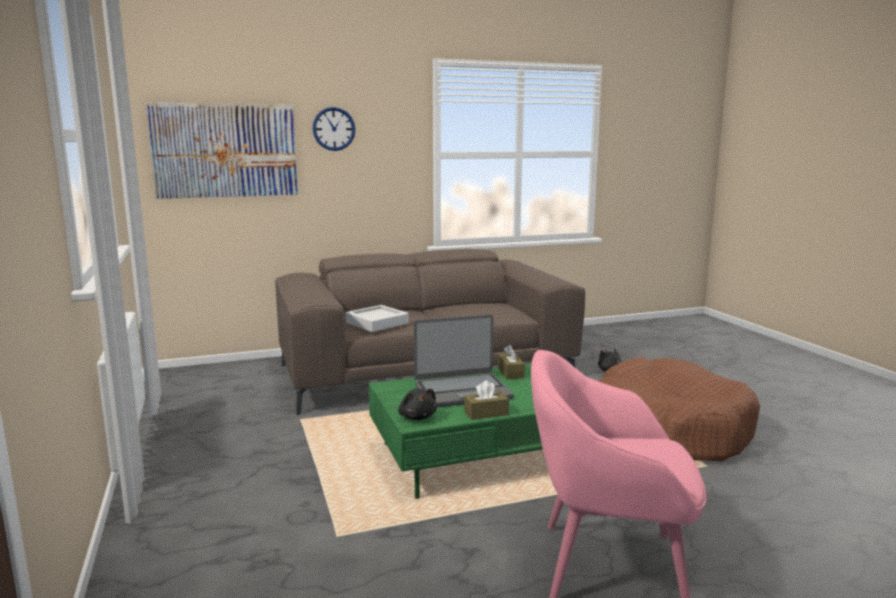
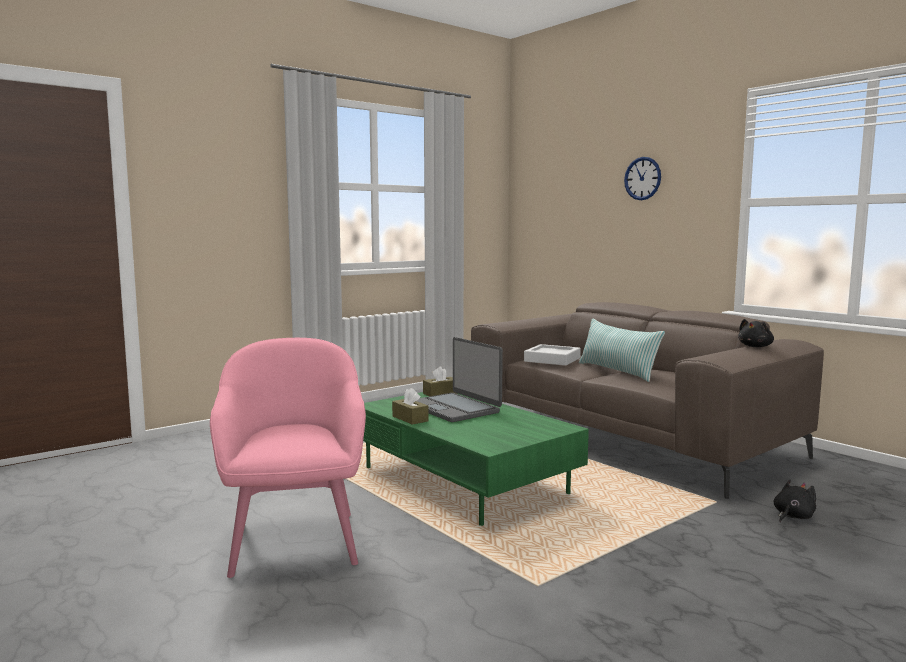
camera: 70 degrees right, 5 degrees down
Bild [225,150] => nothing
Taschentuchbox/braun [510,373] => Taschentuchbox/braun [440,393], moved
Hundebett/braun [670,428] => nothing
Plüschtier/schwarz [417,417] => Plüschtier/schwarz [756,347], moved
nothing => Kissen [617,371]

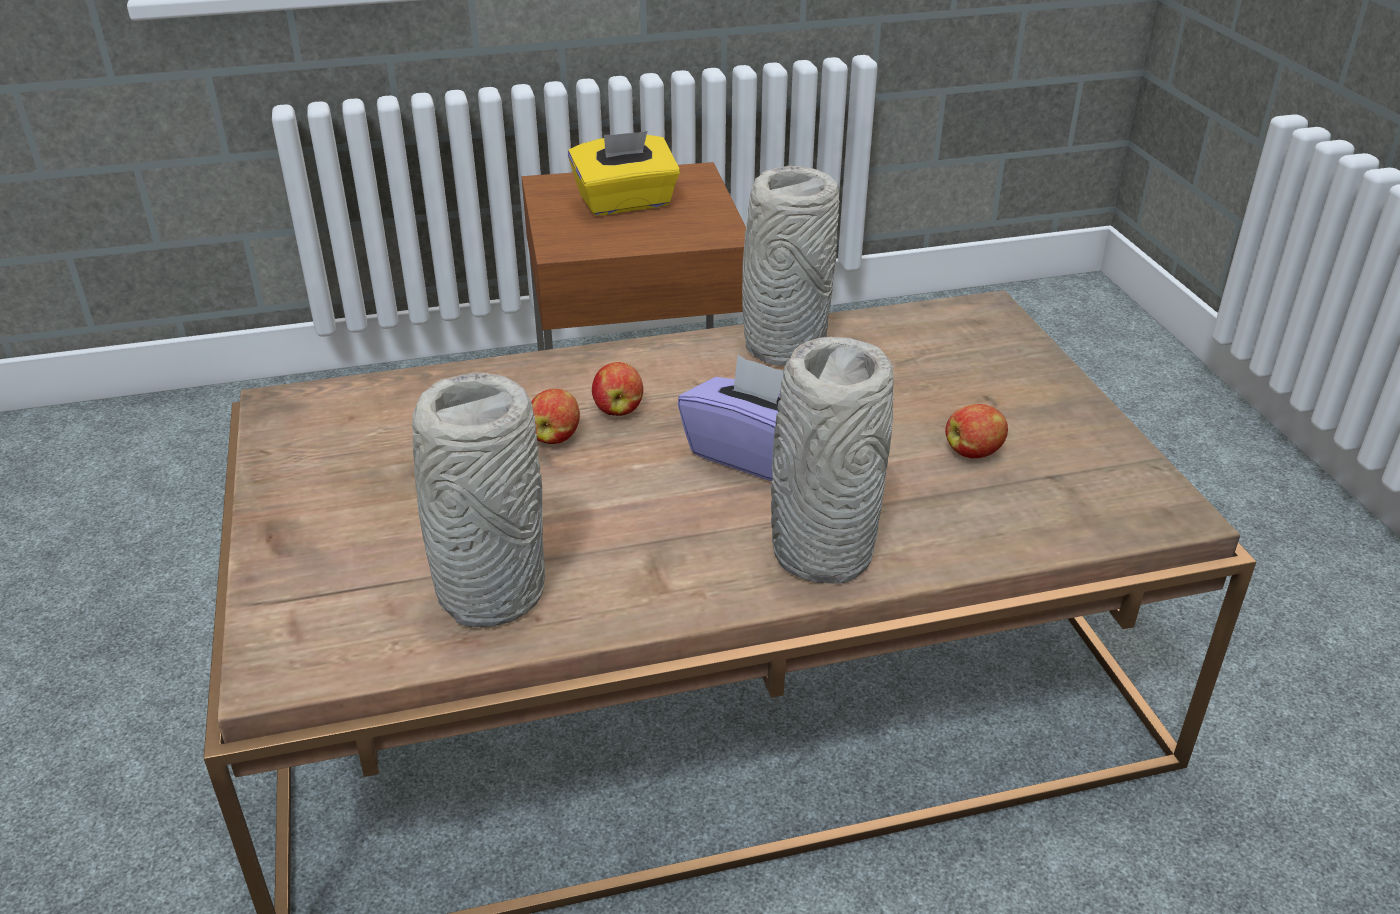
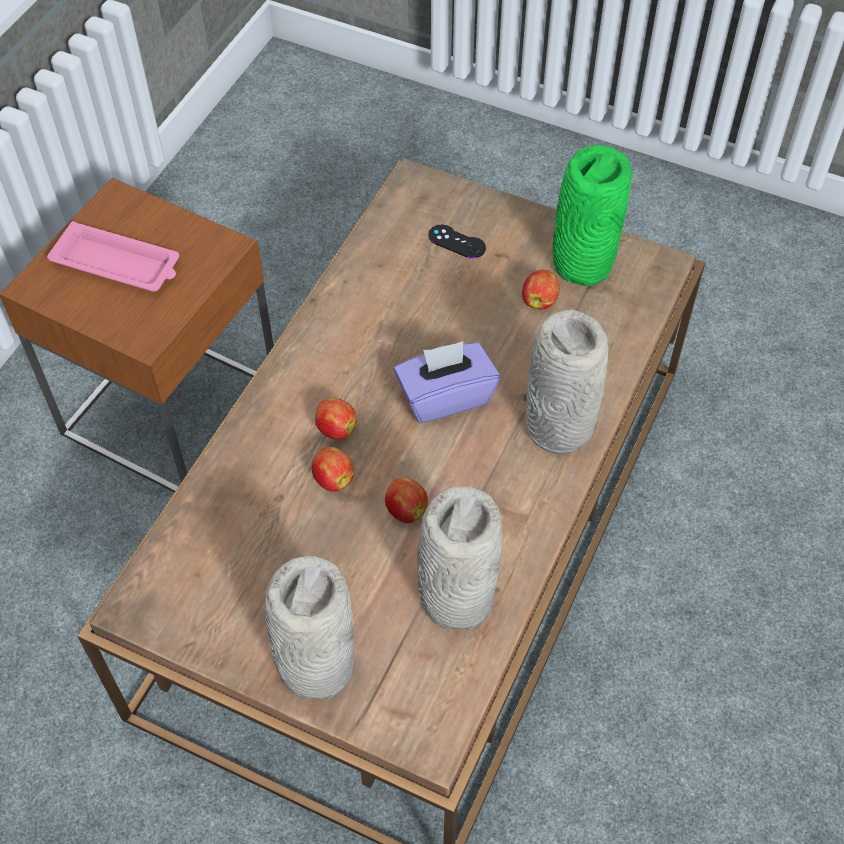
camera: 50 degrees left, 20 degrees up
Taschentuchbox/gelb [625,203] => Tablett/rosa [118,265]
Vase/grau [782,347] => Vase/grau [315,668], moved
nothing => Vase/grün [581,264]
nothing => Gamepad/schwarz [457,242]
nothing => Apfel [405,509]

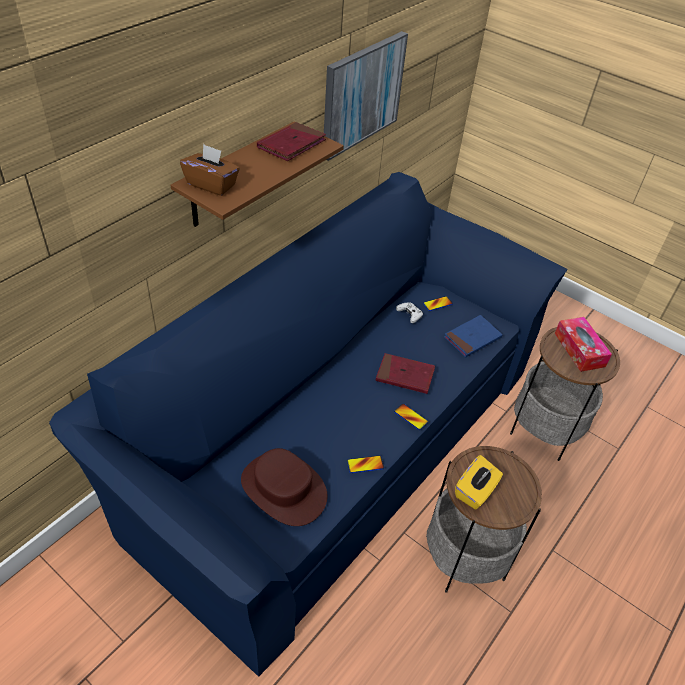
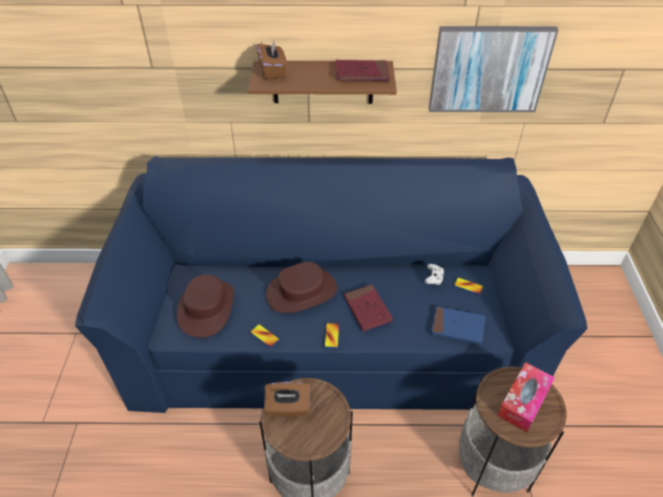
camera: 55 degrees right, 0 degrees up
Taschentuchbox/gelb [475,491] => Taschentuchbox/braun [288,407]
nothing => Hut/braun [301,292]

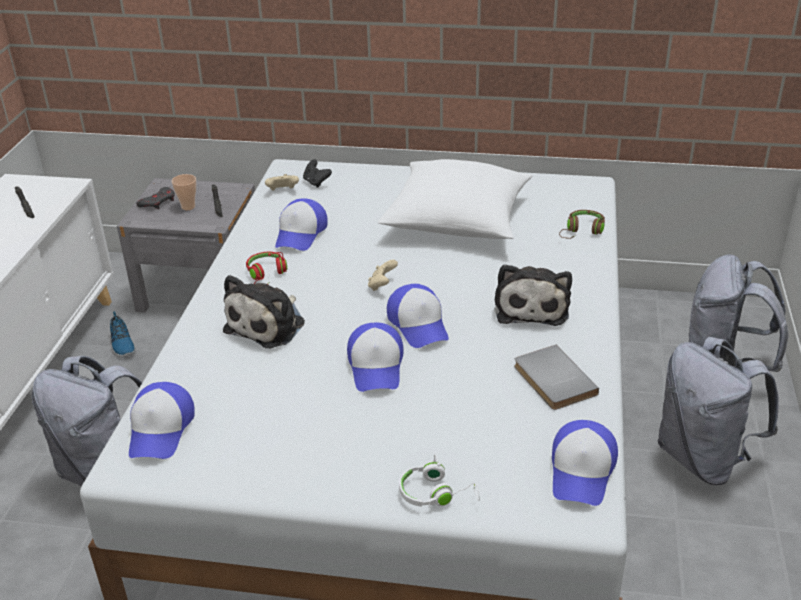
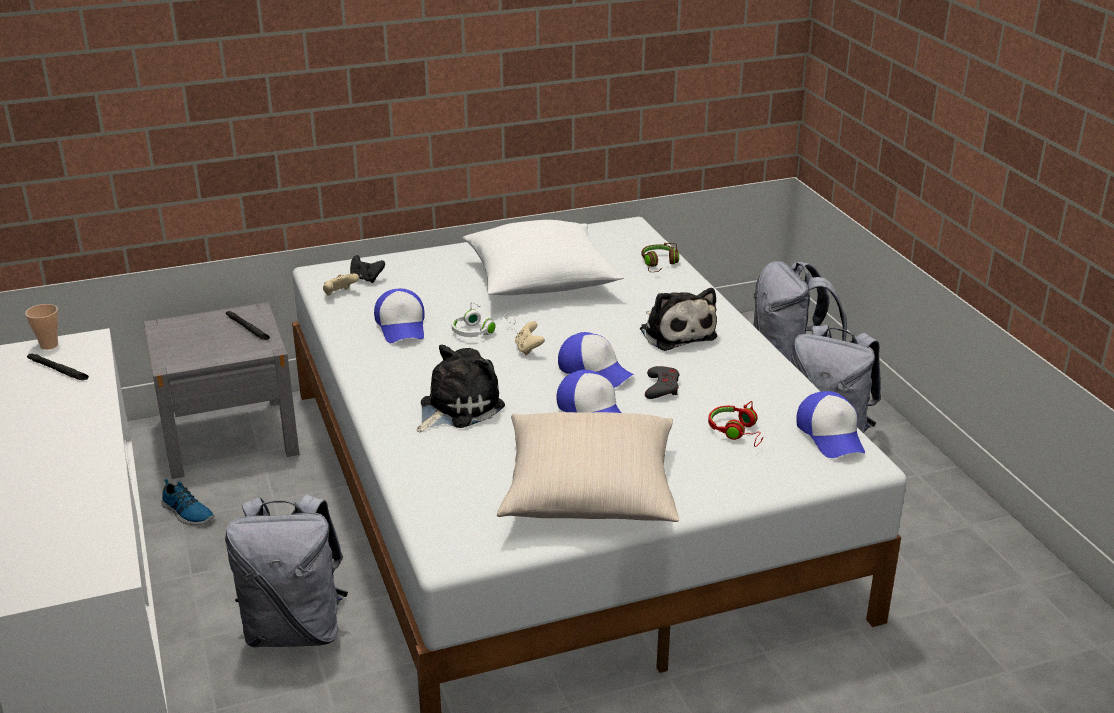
camera: 30 degrees left, 5 degrees down
Tasse [188,207] => Tasse [49,345], moved
Gamepad/grau [158,202] => Gamepad/grau [662,387], moved
Kopfhörer/rot [266,275] => Kopfhörer/rot [737,432], moved
Plüschtier [268,325] => Plüschtier [457,407], 135 degrees counterclockwise
Buch/grau [552,380] => nothing
Kappe [161,430] => nothing
Kopfhörer/weiß [436,493] => Kopfhörer/weiß [480,330], moved
nothing => Kissen/beige [589,492]

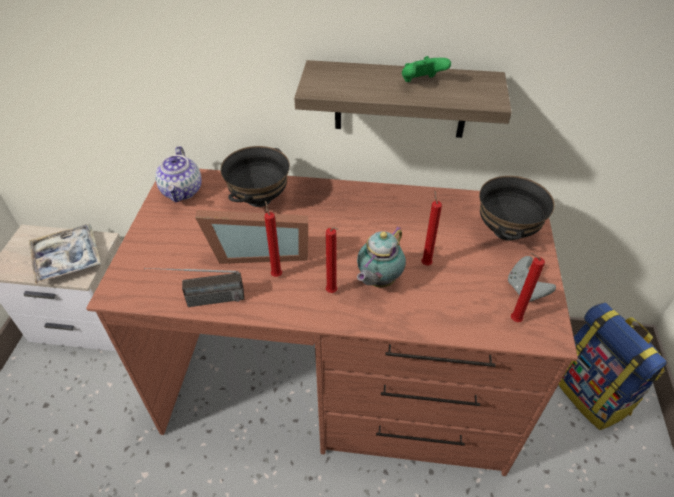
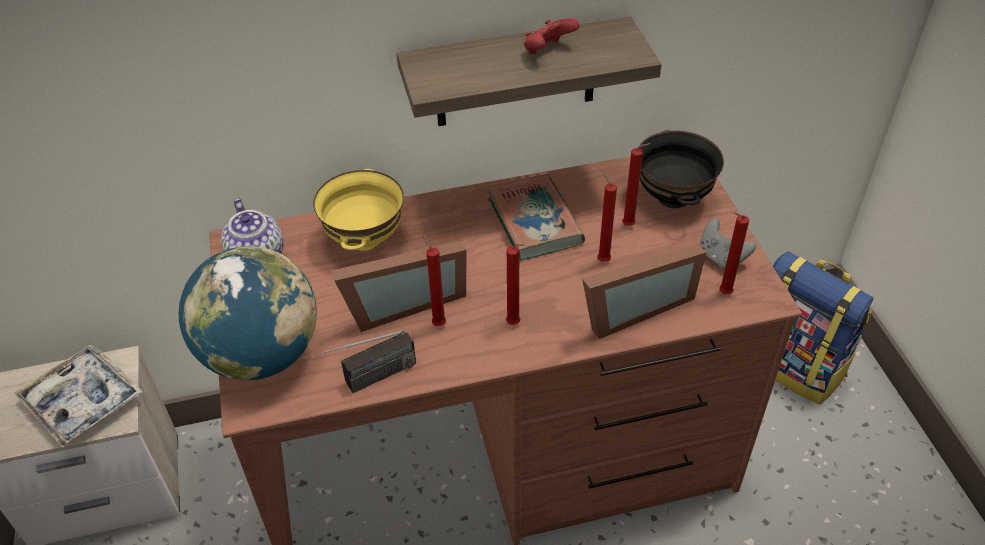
camera: 20 degrees left, 0 degrees up
Gamepad/grün [421,83] => Gamepad/rot [548,51]
Schüssel/schwarz [260,199] => Schüssel/gelb [365,239]
Teekanne [377,281] => nothing
nothing => Kerze/rot [630,225]
nothing => Buch [534,221]
nothing => Bilderrahmen [631,308]
nothing => Globus [261,354]

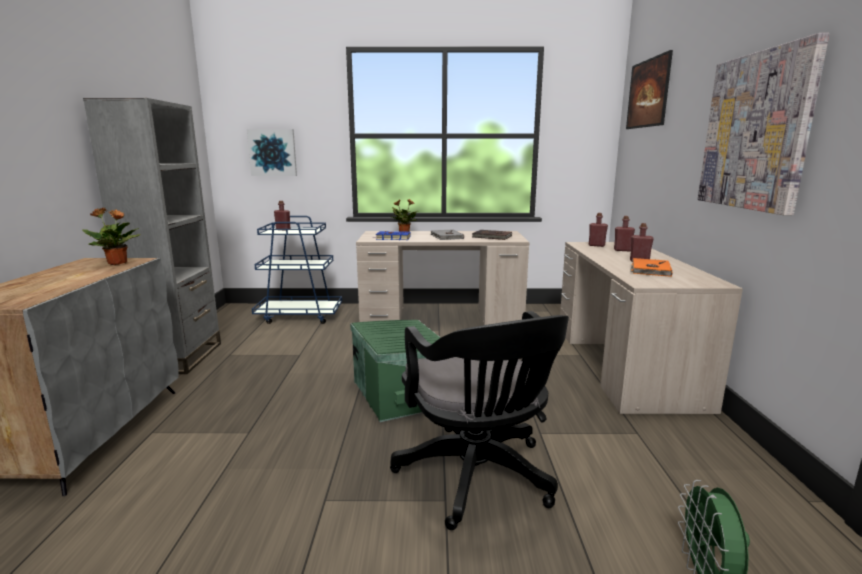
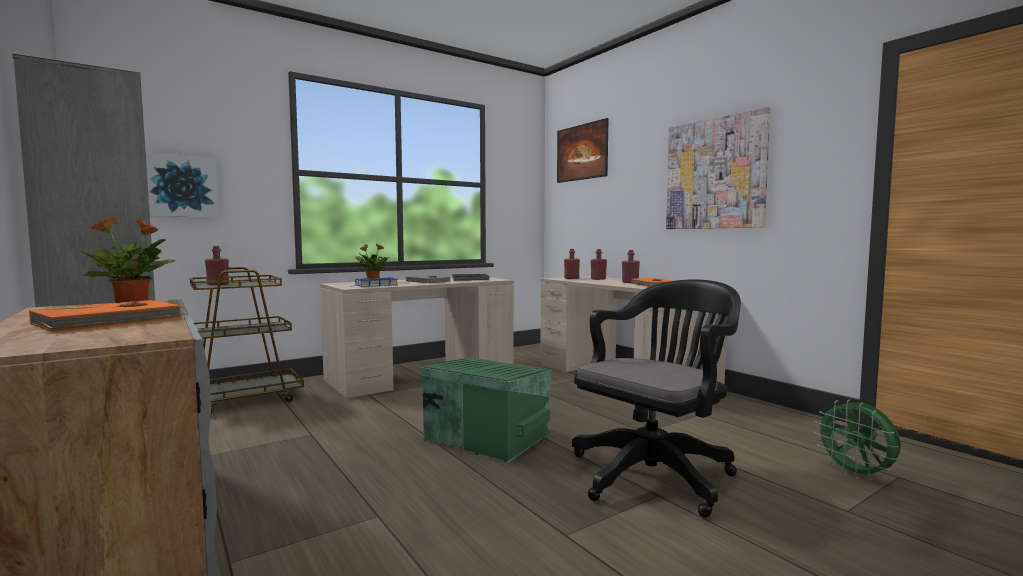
camera: 35 degrees left, 10 degrees down
Rollwagen/blau [300,316] => Rollwagen/braun [242,401]
Bürostuhl/schwarz [478,479] => Bürostuhl/schwarz [656,473], 75 degrees counterclockwise
nothing => Buch/orange [111,321]

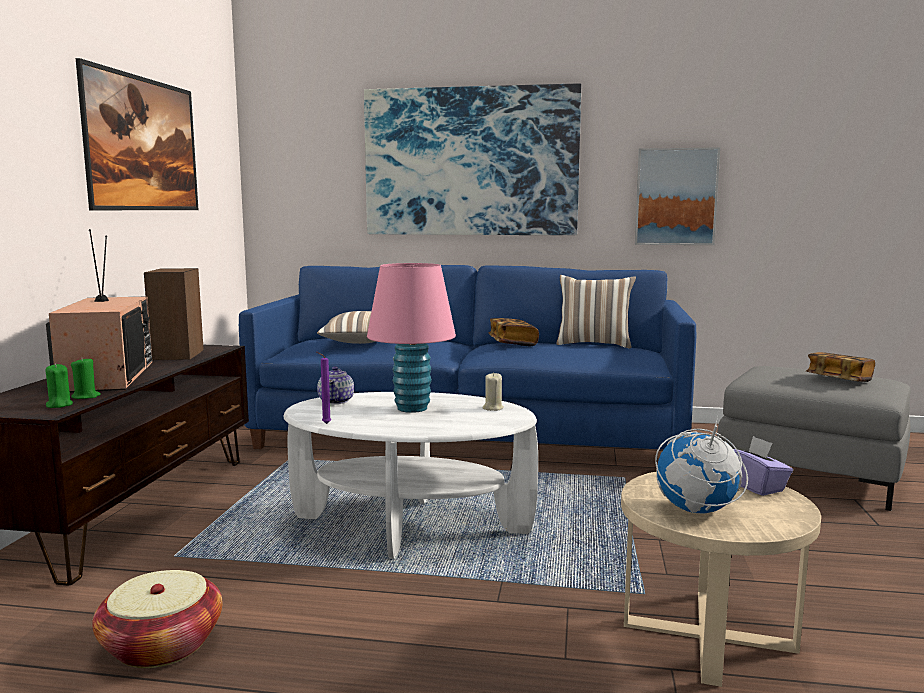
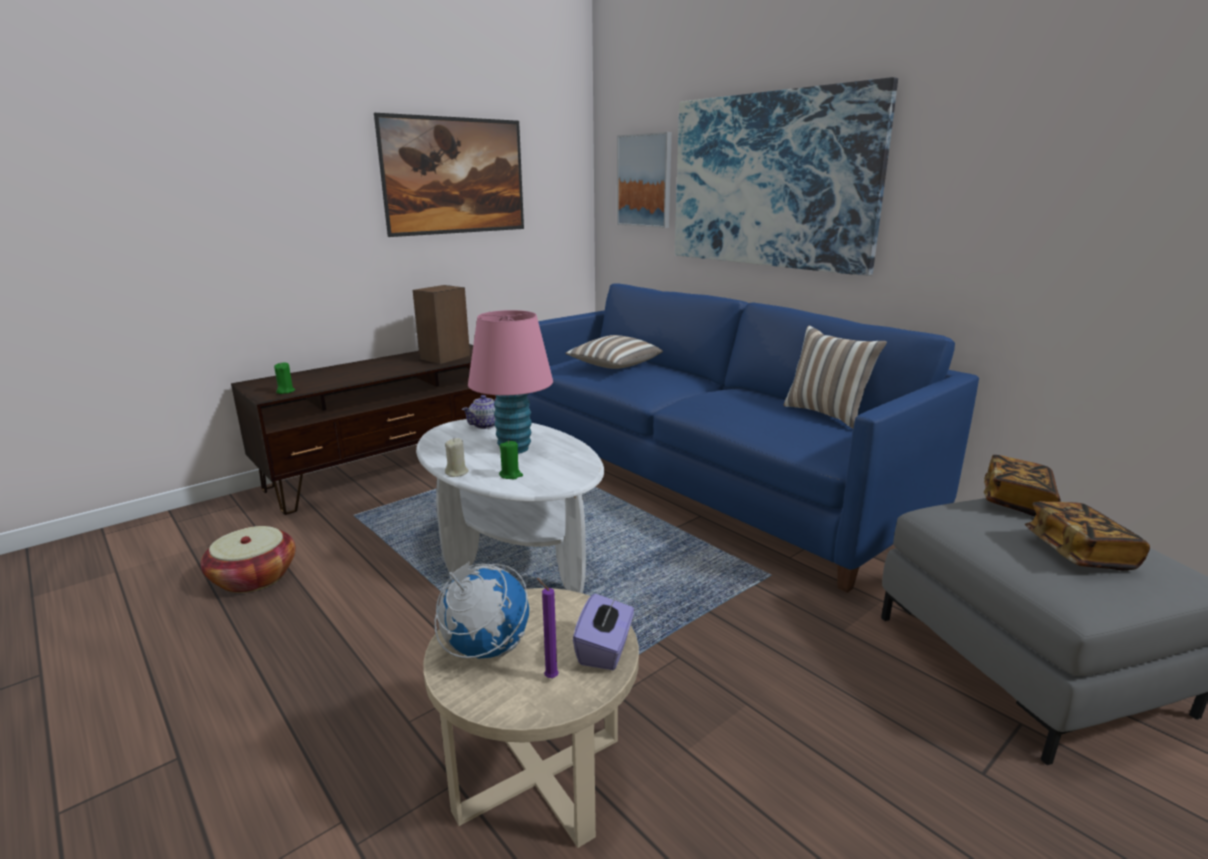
camera: 40 degrees right, 10 degrees up
Bild [676,197] => Bild [644,181], moved
Fernseher [106,376] => nothing
Buch [512,343] => Buch [1017,501], moved
Kerze/lila [325,424] => Kerze/lila [549,677], moved
Kerze/grün [86,396] => Kerze/grün [511,475], moved
Kerze/beige [492,408] => Kerze/beige [457,473], moved

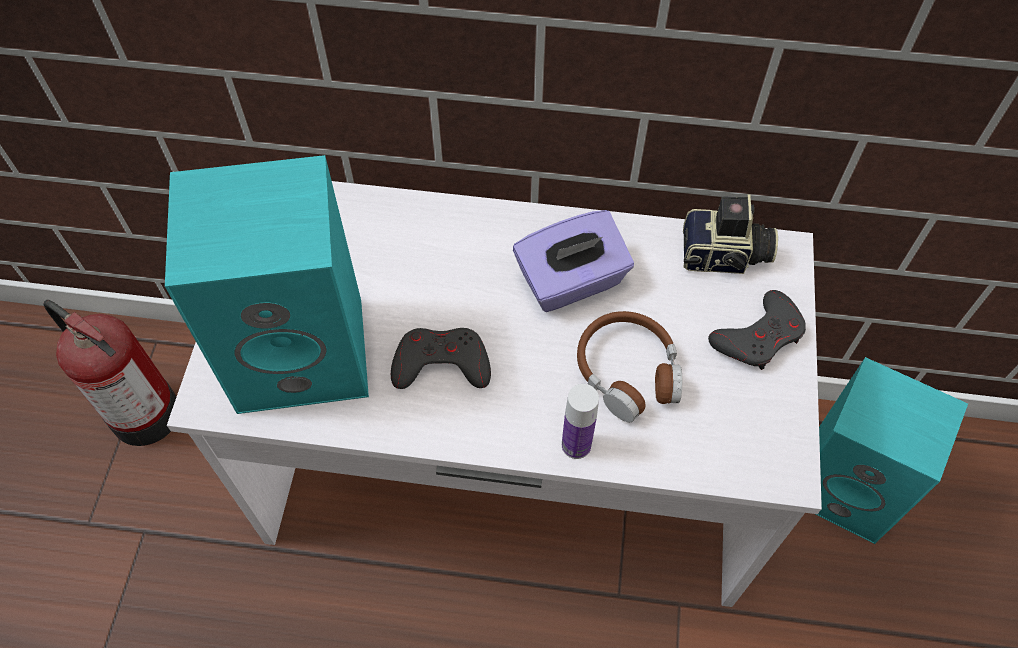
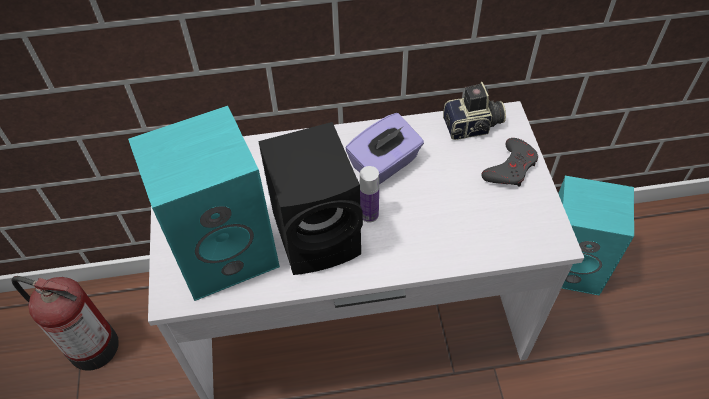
camera: 15 degrees left, 5 degrees down
Kopfhörer/braun [628,371] => nothing
Gamepad/grau [441,364] => Lautsprecher/schwarz [320,234]
Flasche [576,445] => Flasche [369,214], moved

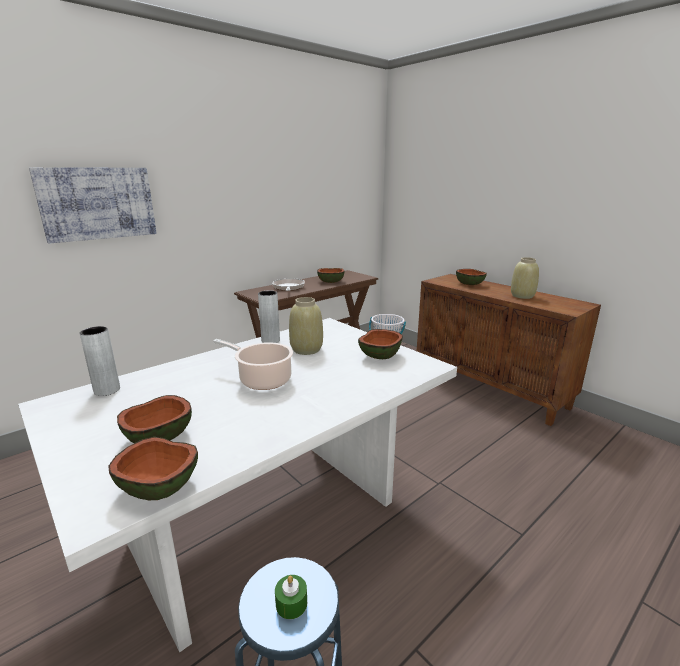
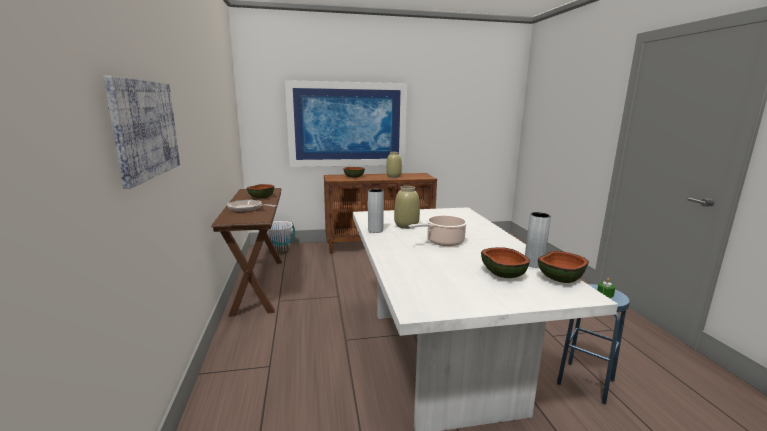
camera: 60 degrees left, 5 degrees down
Vase/grau [107,390] => Vase/grau [534,264], moved
Schüssel [380,355] => nothing
nothing => Bild [347,124]

